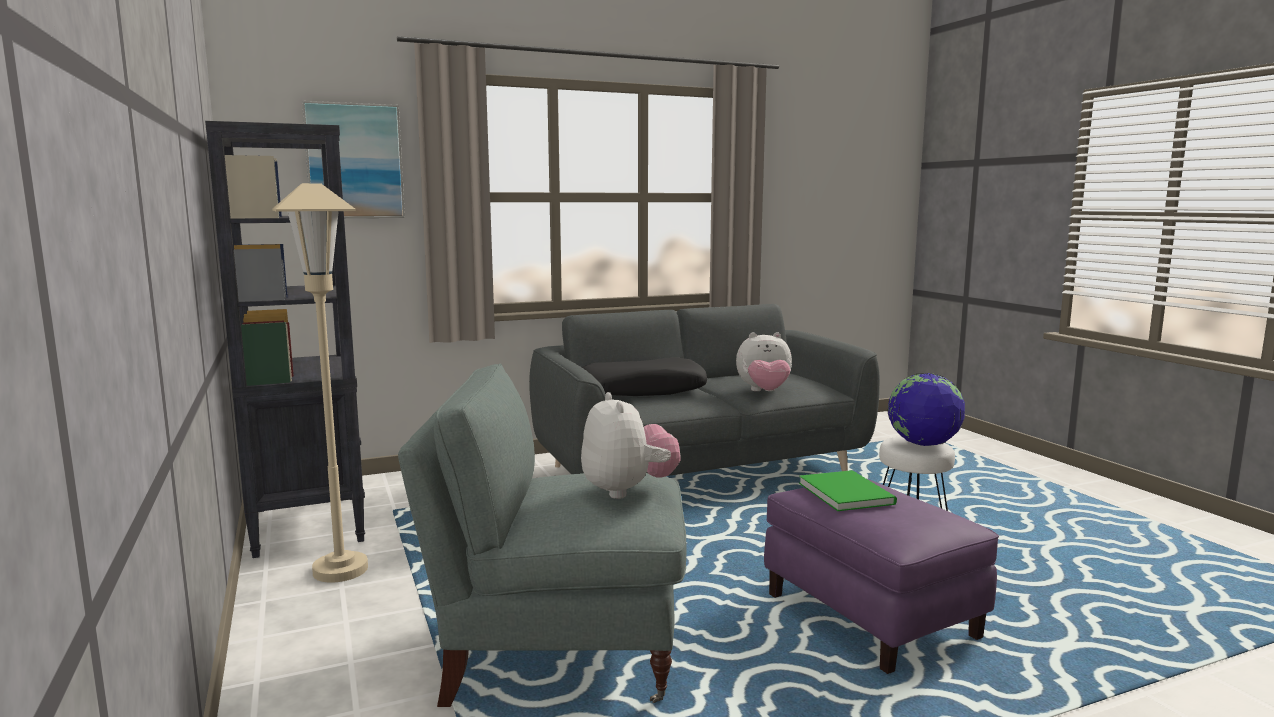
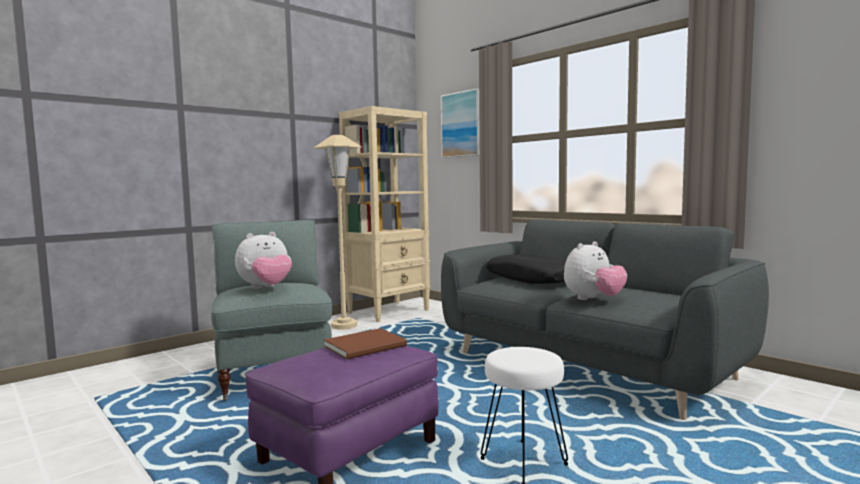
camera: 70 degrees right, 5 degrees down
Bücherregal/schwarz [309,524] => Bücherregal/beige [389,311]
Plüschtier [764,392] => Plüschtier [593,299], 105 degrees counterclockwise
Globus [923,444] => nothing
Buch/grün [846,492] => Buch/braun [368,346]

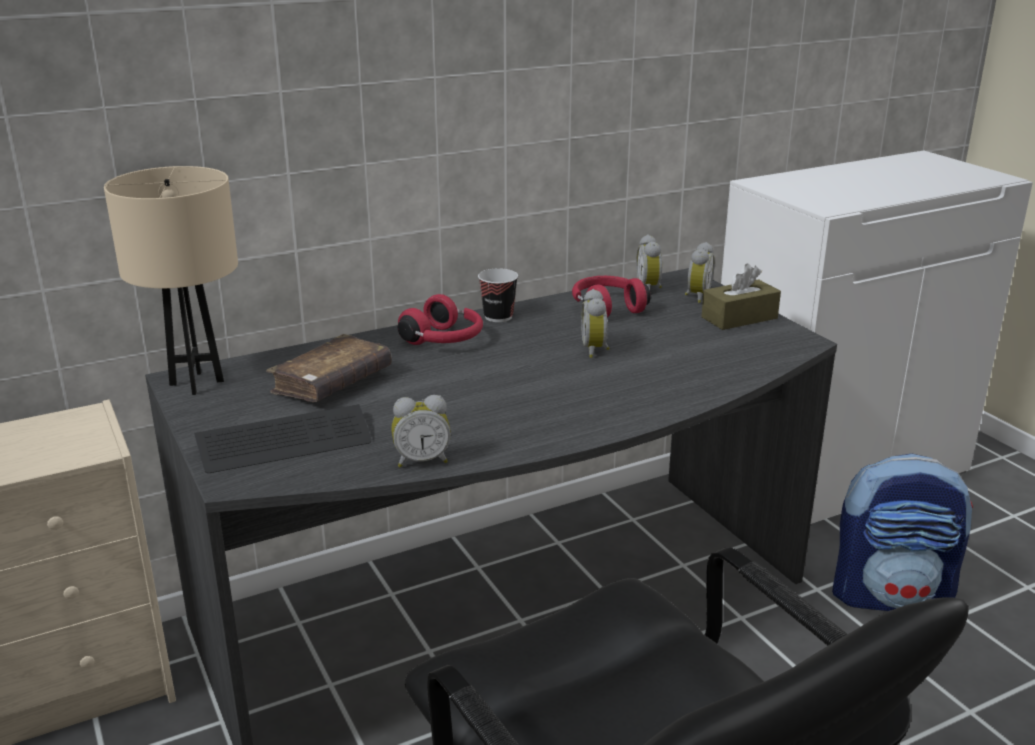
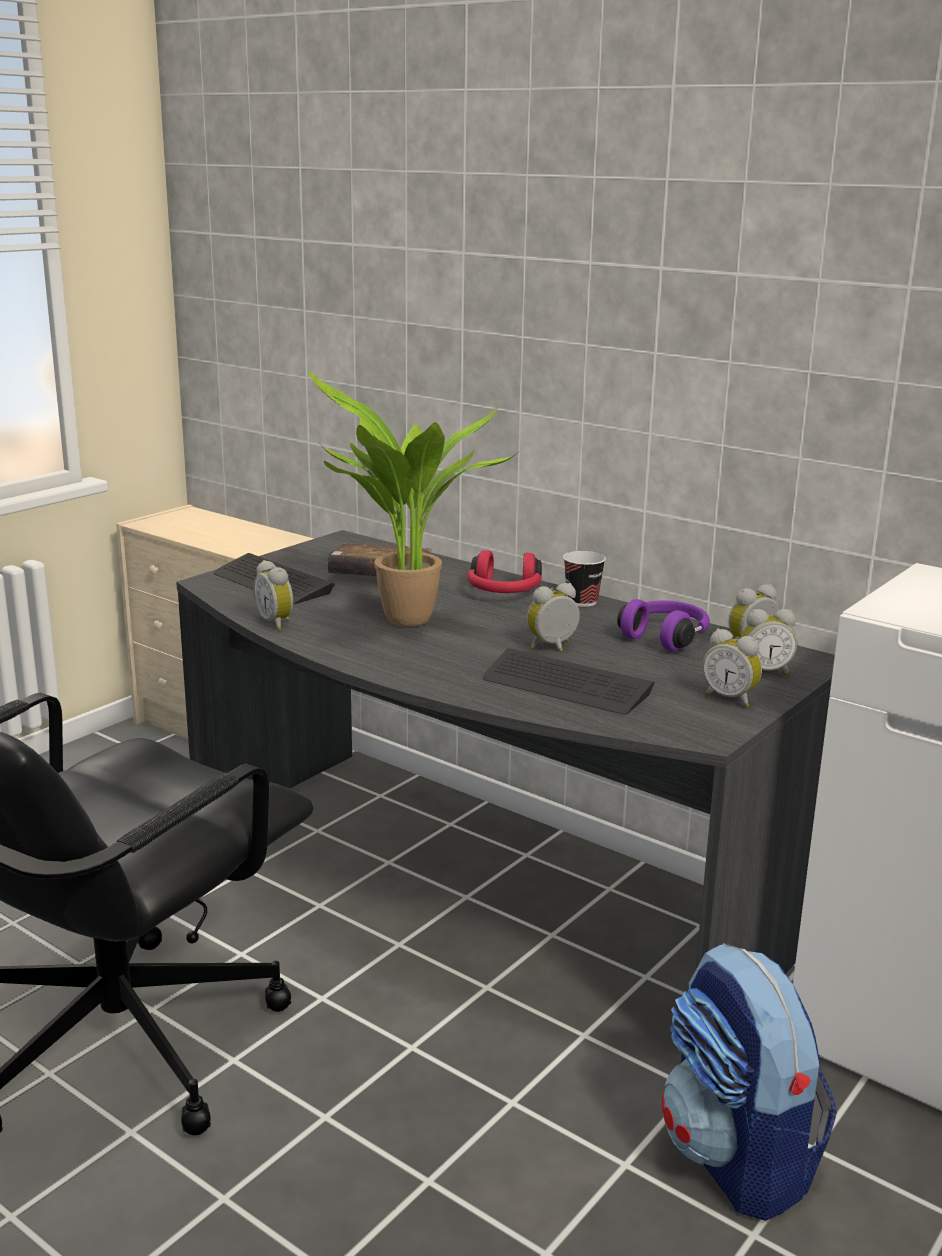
camera: 65 degrees right, 5 degrees down
Tischlampe/beige [196,383] => nothing
Taschentuchbox/braun [739,318] => Wecker [730,698]
Kopfhörer/rot [606,308] => Kopfhörer/lila [666,638]
nothing => Topfpflanze [404,623]
nothing => Tastatur [566,685]

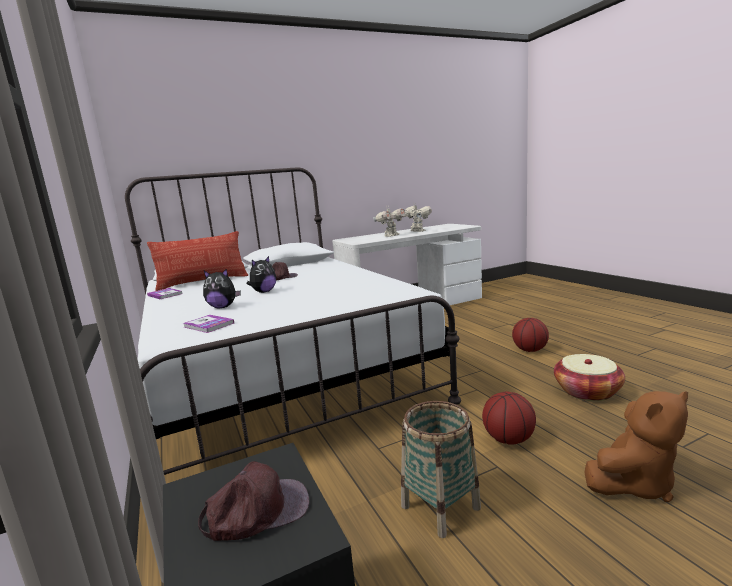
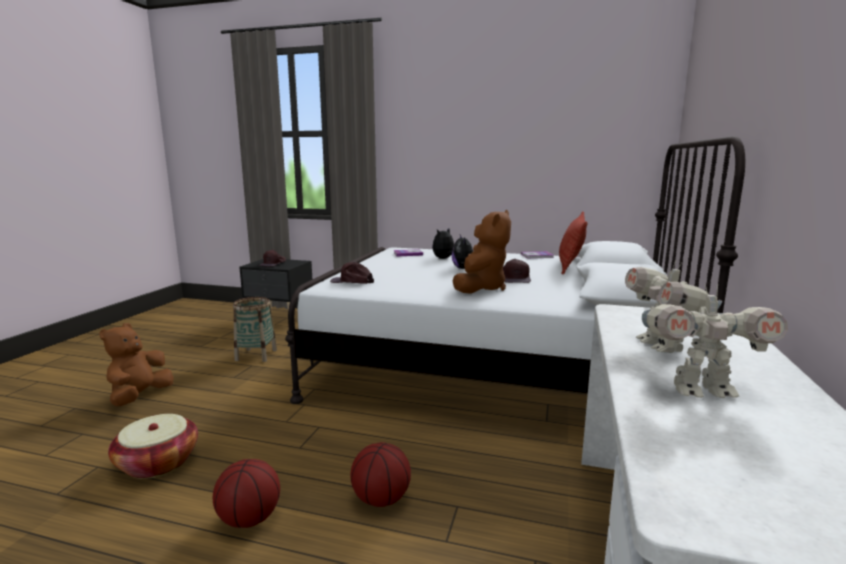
camera: 130 degrees right, 0 degrees up
Basketball [508,439] => Basketball [382,499], moved
nothing => Plüschtier/braun [480,288]
nothing => Kappe/braun [352,281]

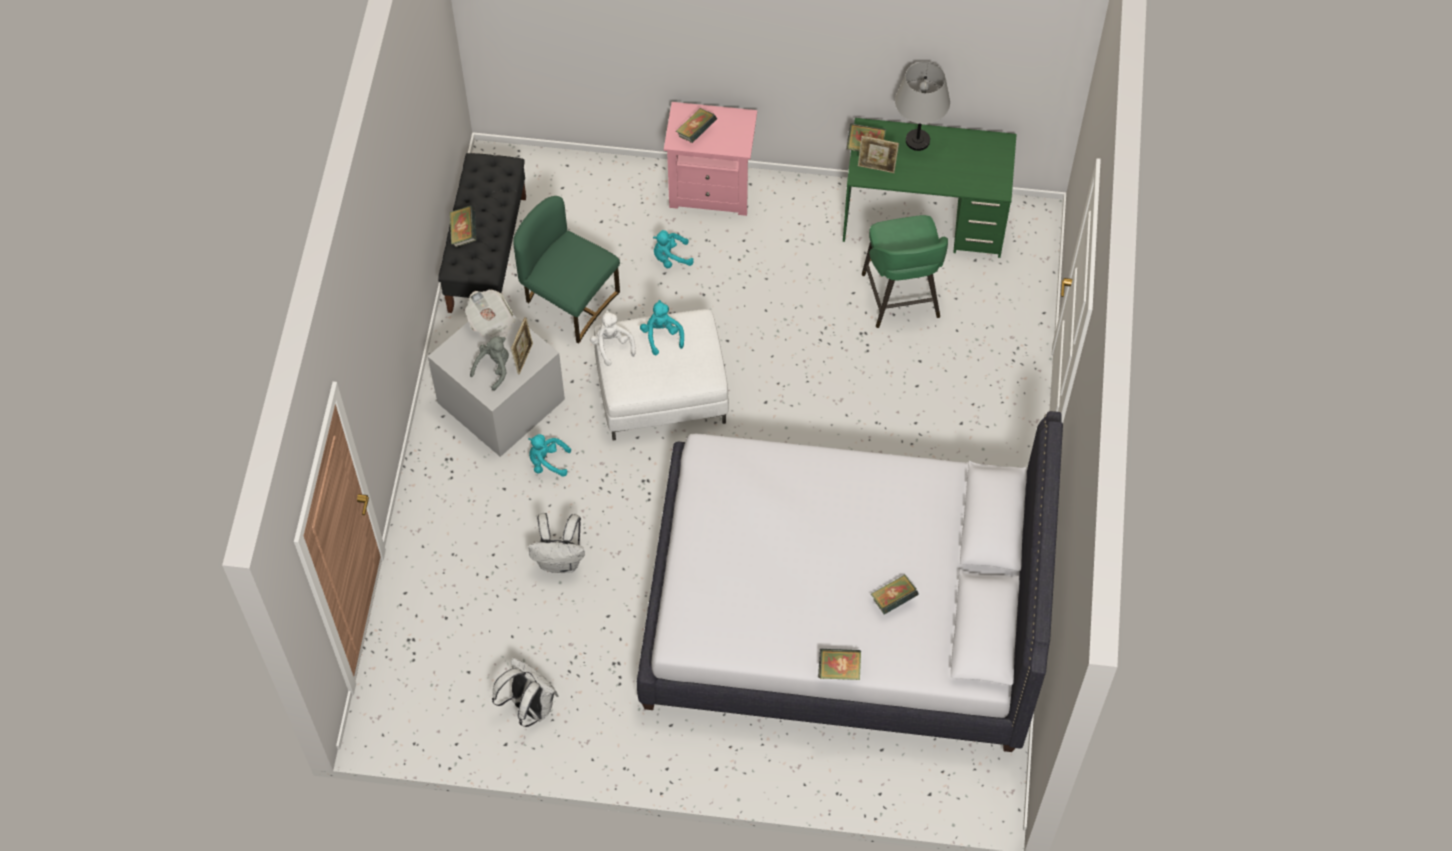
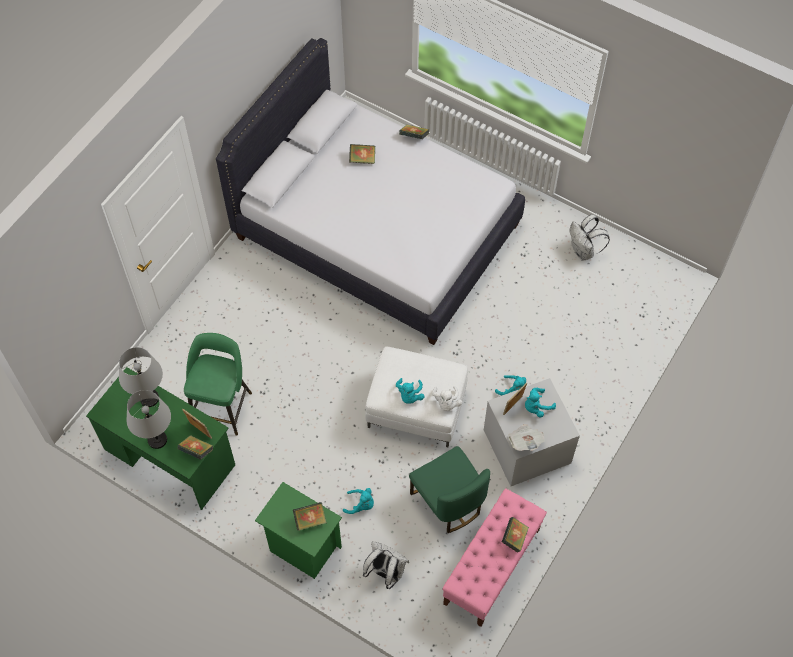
camera: 155 degrees left, 0 degrees up
Nachttisch/rosa [712,190] => Nachttisch/grün [303,548]
Bank/schwarz [487,253] => Bank/rosa [491,567]
Plüschtier/grau [494,368] => Plüschtier/türkis [536,407]
Rucksack/weiß [560,561] => Rucksack/weiß [385,572], moved
nothing => Tischlampe/grau [149,398]

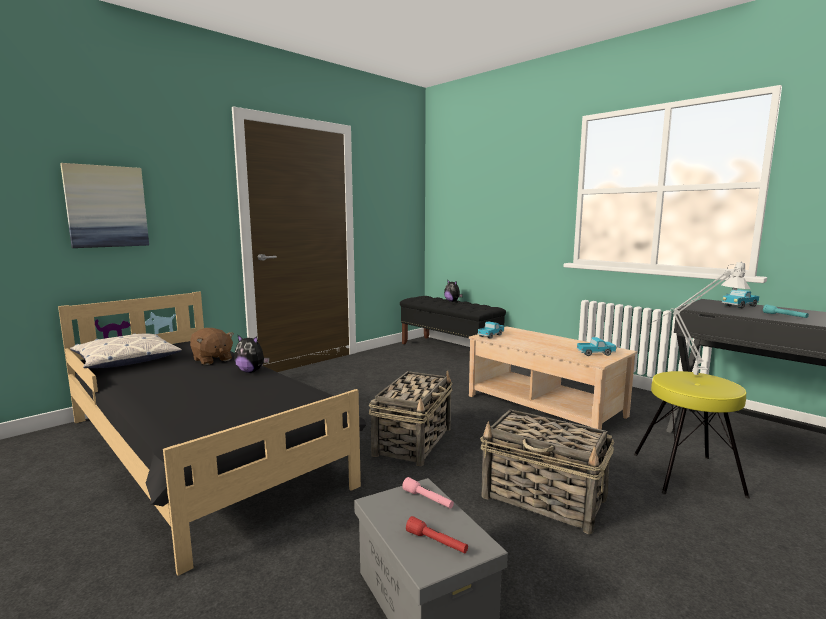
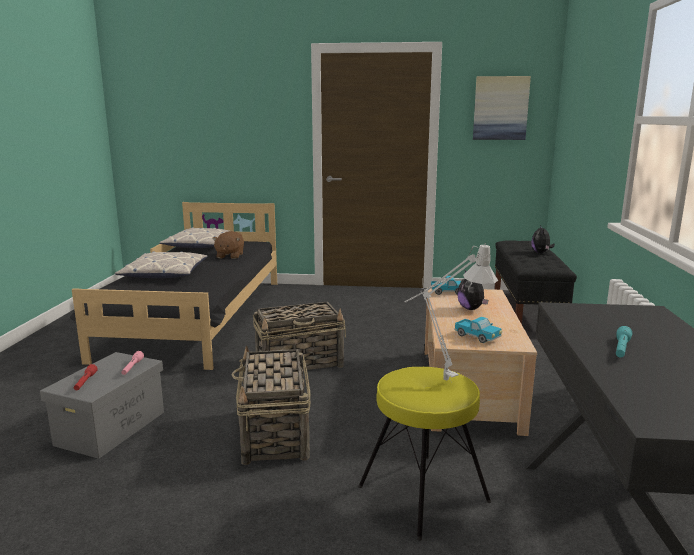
camera: 50 degrees right, 5 degrees up
Bild [106,206] => Bild [500,108], moved
Spielzeuglaster [739,306] => nothing
Plüschtier [251,371] => Plüschtier [471,309], moved
nothing => Kissen [164,273]

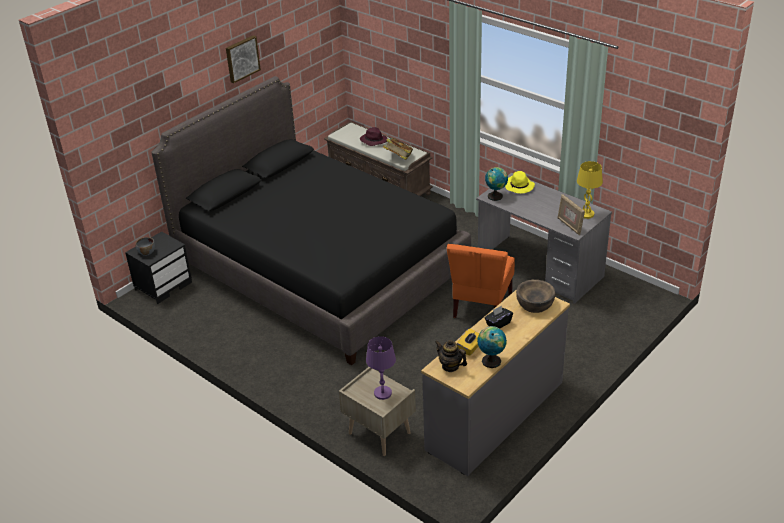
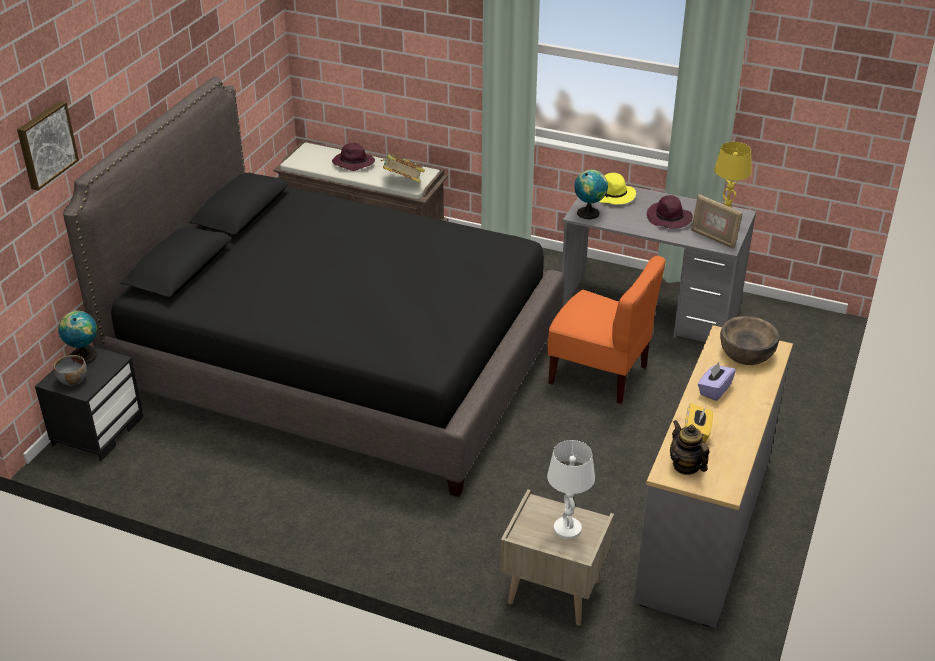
camera: 20 degrees left, 0 degrees up
Bild [242,58] => Bild [45,144], moved
Stuhl/orange [481,305] => Stuhl/orange [599,374], 60 degrees counterclockwise
Taschentuchbox/schwarz [498,324] => Taschentuchbox/lila [714,390]
Globus [491,360] => Globus [83,355], moved
Tischlampe/lila [382,393] => Tischlampe/weiß [567,529]
Teekanne [450,366] => Teekanne [686,466], 45 degrees clockwise
nothing => Hut/lila [669,218]

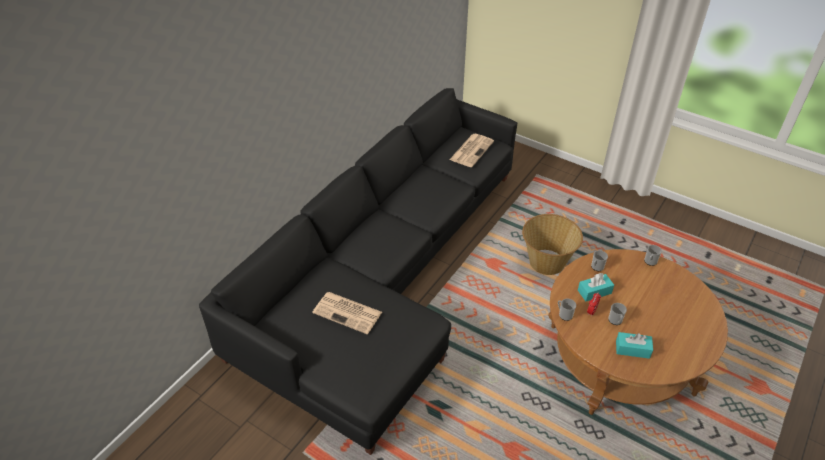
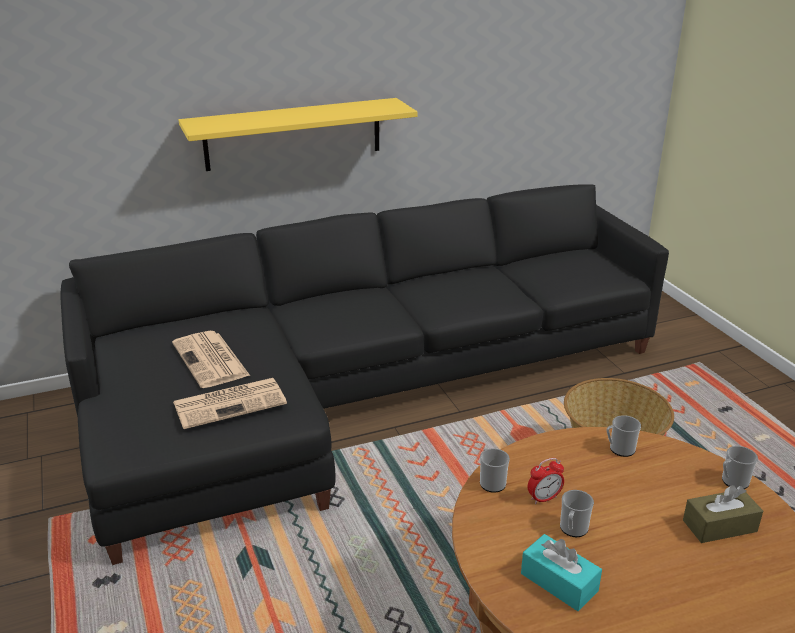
camera: 35 degrees right, 15 degrees down
Zeitung [471,150] => Zeitung [231,403], moved
Taschentuchbox/türkis [594,292] => nothing
nothing => Wandregal/gelb [293,134]
nothing => Taschentuchbox/braun [719,526]

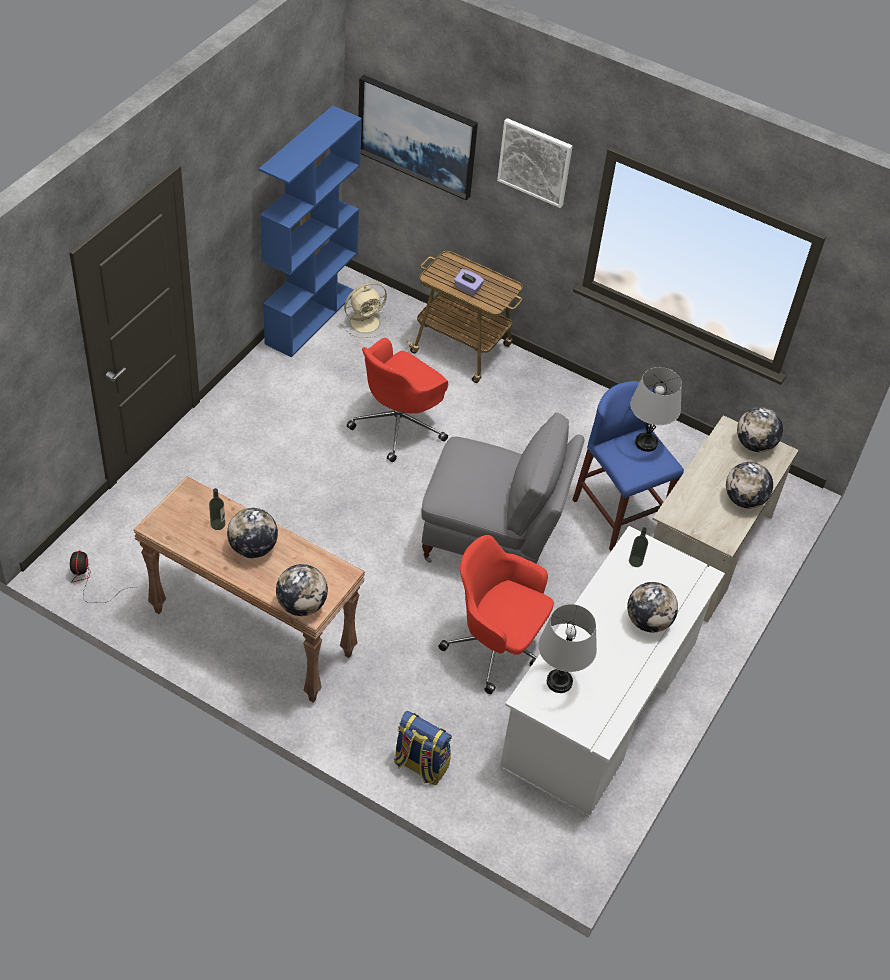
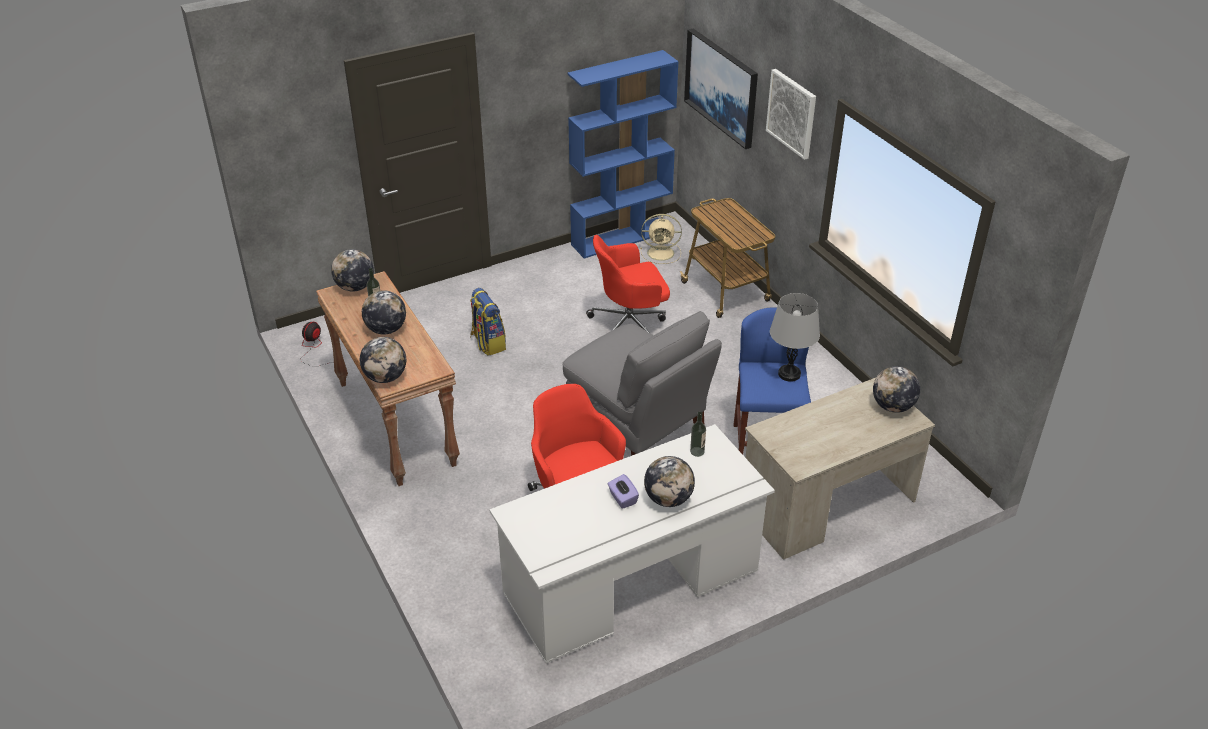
camera: 35 degrees right, 10 degrees down
Taschentuchbox/lila [467,288] => Taschentuchbox/lila [622,498], moved
Globus [744,500] => Globus [355,287], moved
Tischlampe/grau [559,682] => nothing
Rucksack [420,765] => Rucksack [487,343], moved

